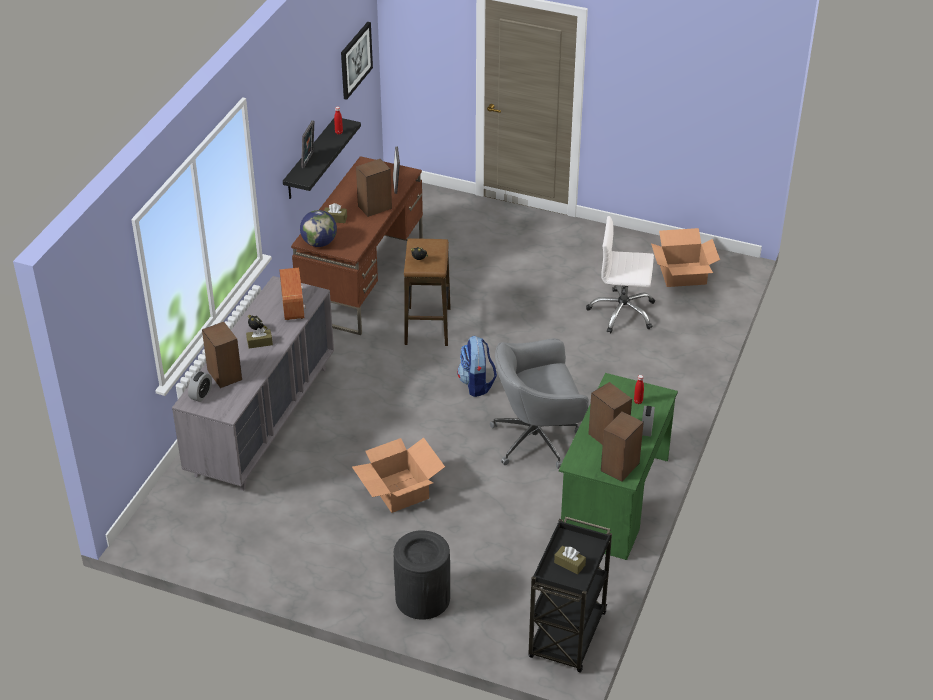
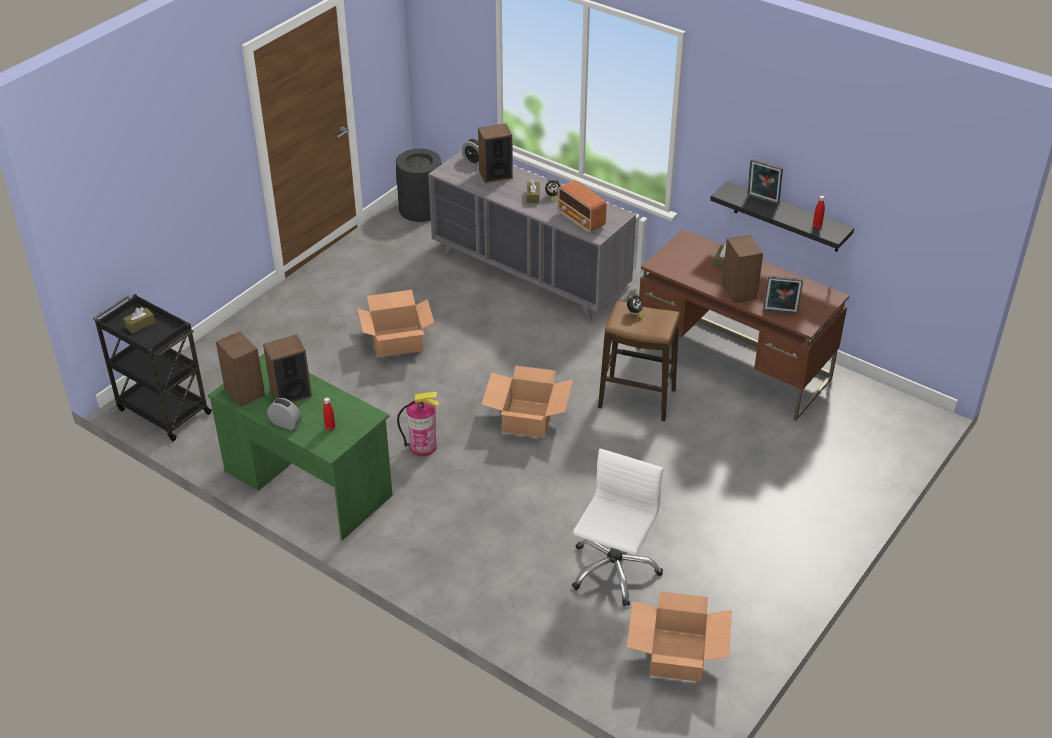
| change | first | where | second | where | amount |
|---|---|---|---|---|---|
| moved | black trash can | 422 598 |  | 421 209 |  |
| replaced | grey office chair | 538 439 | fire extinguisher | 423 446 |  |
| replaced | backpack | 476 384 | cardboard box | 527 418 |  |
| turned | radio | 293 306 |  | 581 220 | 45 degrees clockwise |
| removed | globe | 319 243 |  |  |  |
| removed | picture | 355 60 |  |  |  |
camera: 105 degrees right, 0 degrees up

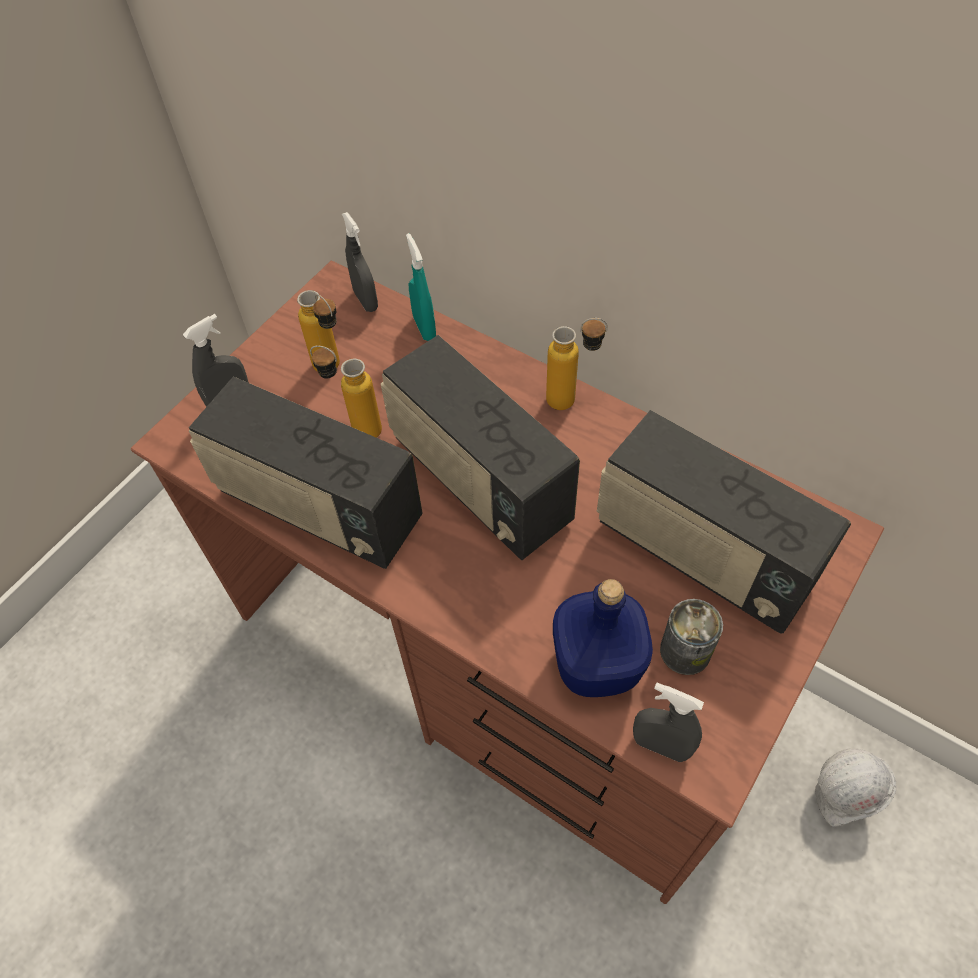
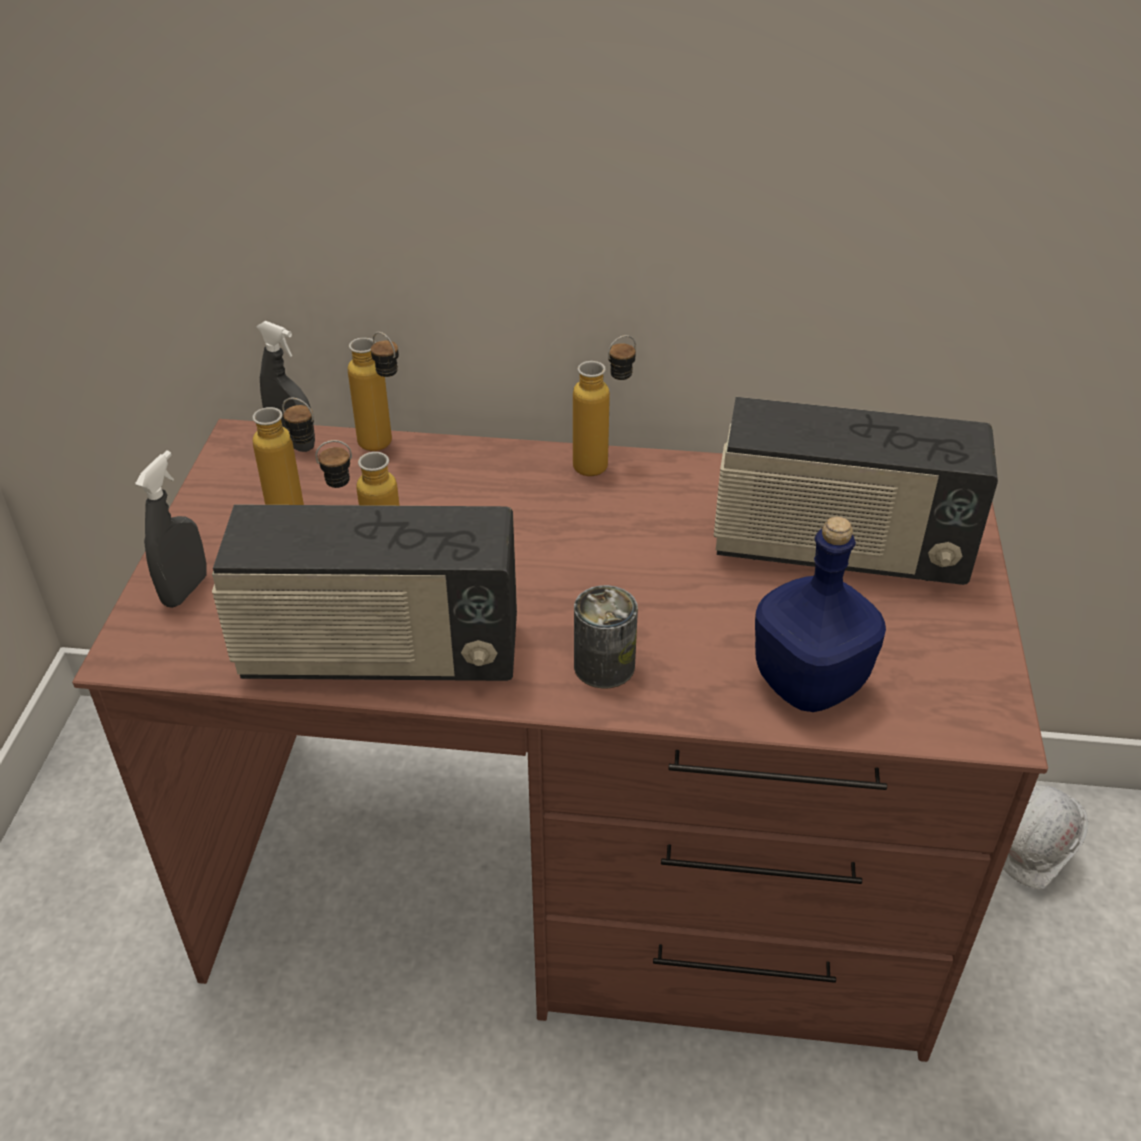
| change | first | where | second | where | amount |
|---|---|---|---|---|---|
| replaced | turquoise spray bottle | 424 328 | bottle | 384 448 |  |
| moved | can | 685 651 |  | 604 666 |  |
| removed | radio | 479 482 |  |  |  |
| removed | grey spray bottle | 660 746 |  |  |  |
camera: 30 degrees left, 15 degrees down

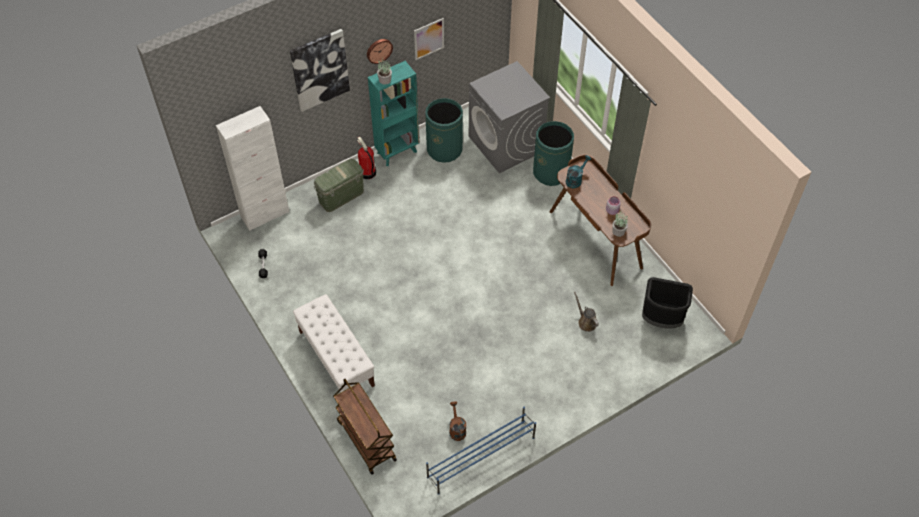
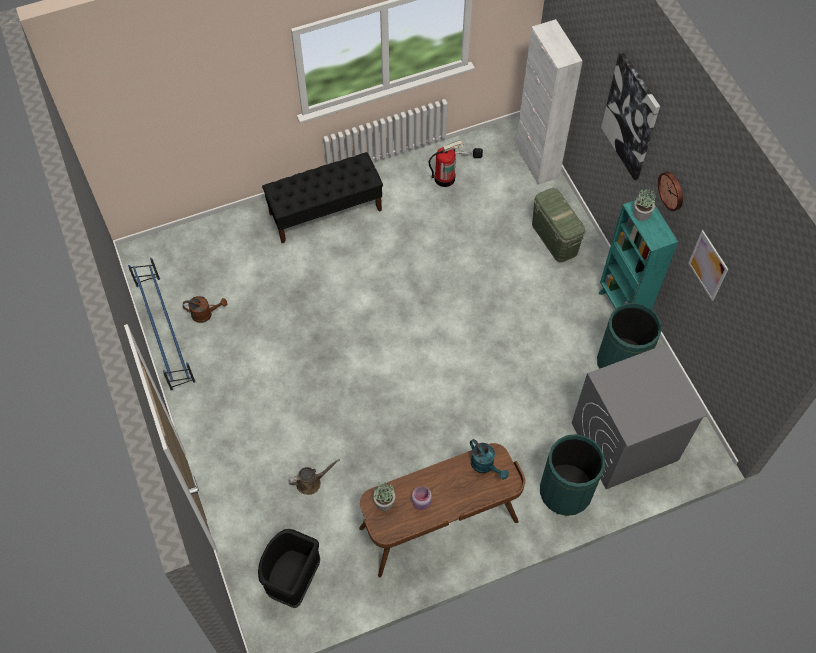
| change | first | where | second | where | amount |
|---|---|---|---|---|---|
| recoloured | white bench | 336 358 | black bench | 325 211 |  |
| moved | fire extinguisher | 367 172 |  | 444 178 |  |
| removed | brown cart | 366 440 |  |  |  |
camera: 100 degrees right, 5 degrees up

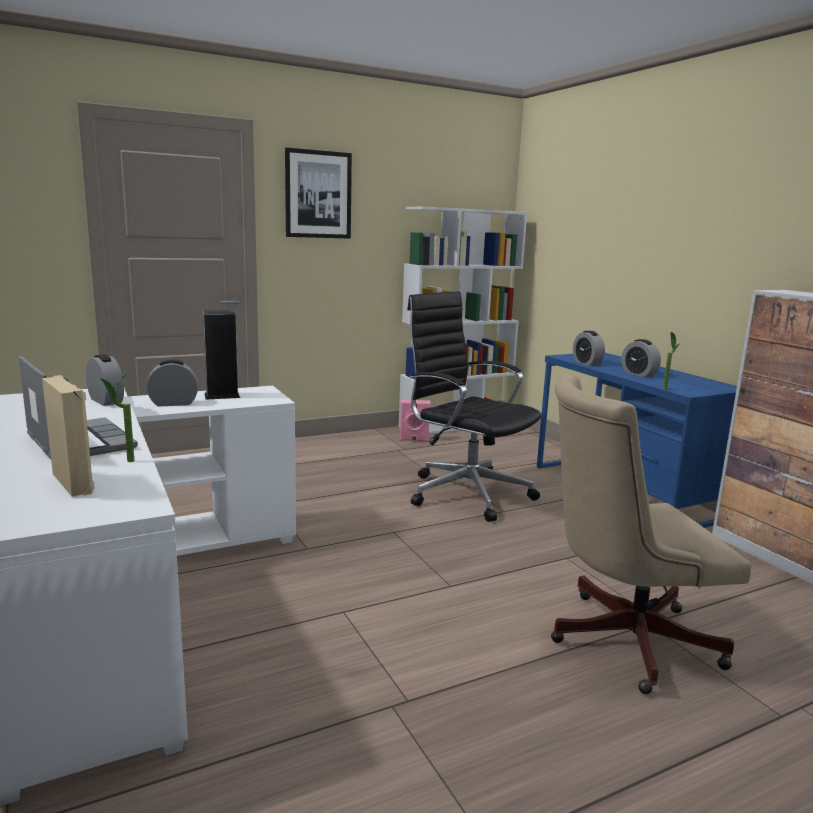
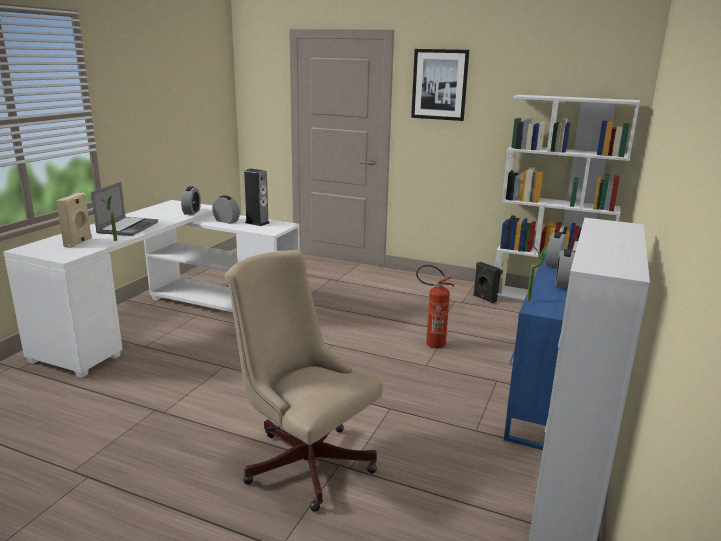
| change | first | where | second | where | amount |
|---|---|---|---|---|---|
| replaced | black office chair | 466 492 | fire extinguisher | 430 344 |  |
| recoloured | pink speaker | 414 440 | black speaker | 484 299 |  |
camera: 50 degrees right, 5 degrees up

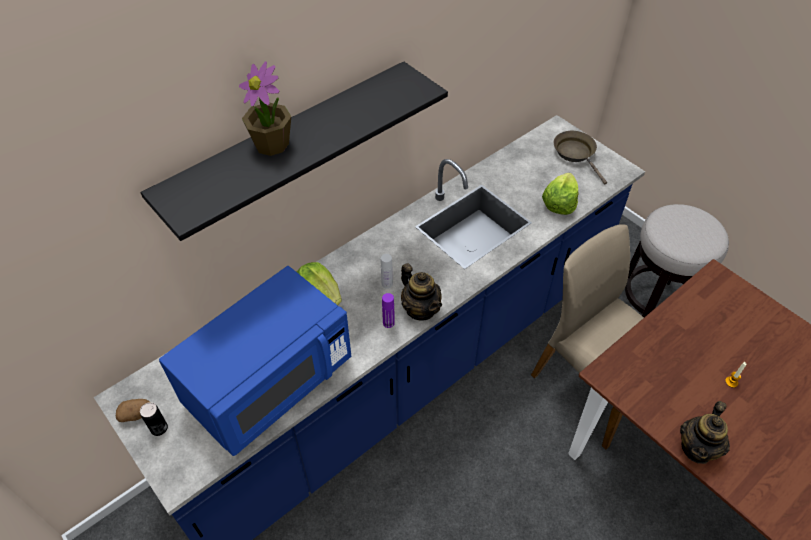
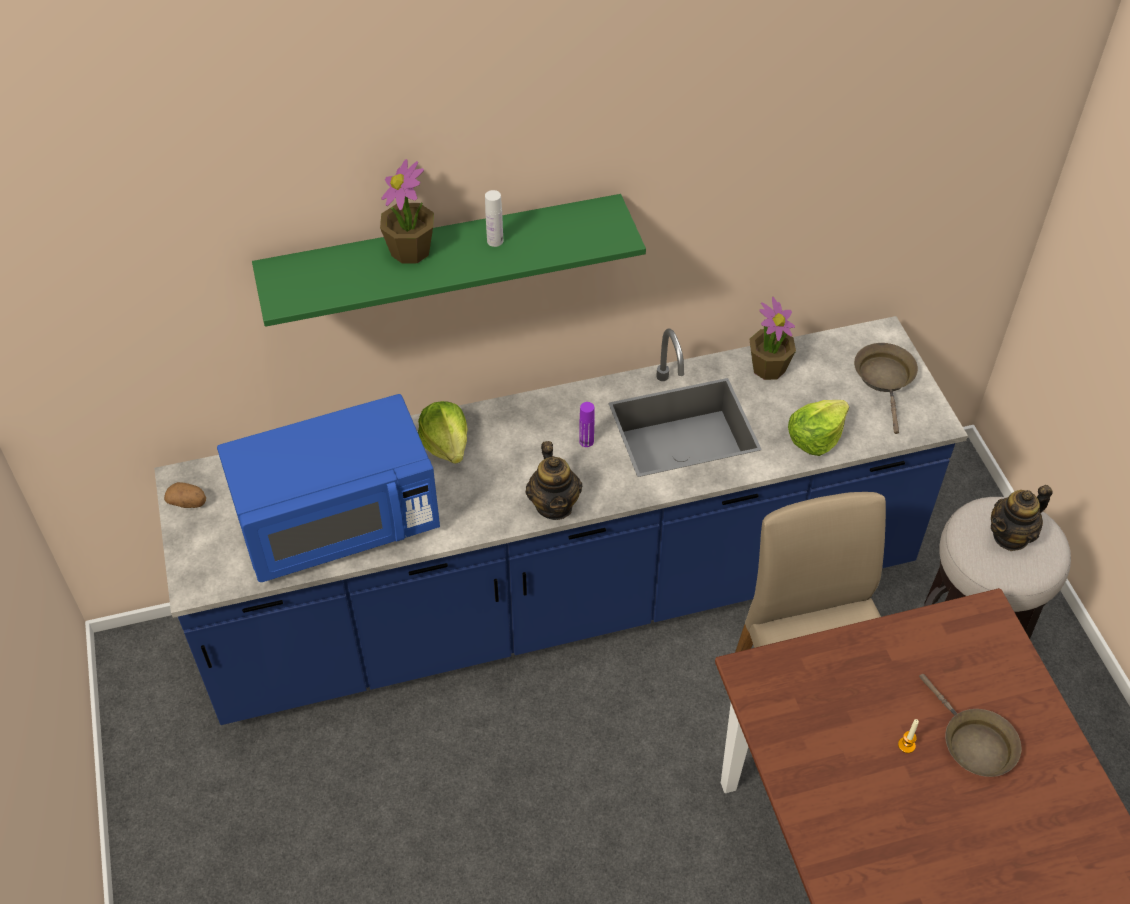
| change | first | where | second | where | amount |
|---|---|---|---|---|---|
| recoloured | black shelf | 288 145 | green shelf | 443 255 |  |
| moved | white bottle | 387 284 |  | 495 241 |  |
| moved | purple bottle | 388 323 |  | 586 441 |  |
| added |  |  | potted plant | 768 367 |  |
| added |  |  | brown frying pan | 973 743 |  |
| moved | teapot | 697 448 |  | 1011 536 |  |
| removed | can | 159 428 |  |  |  |
camera: 25 degrees right, 0 degrees up

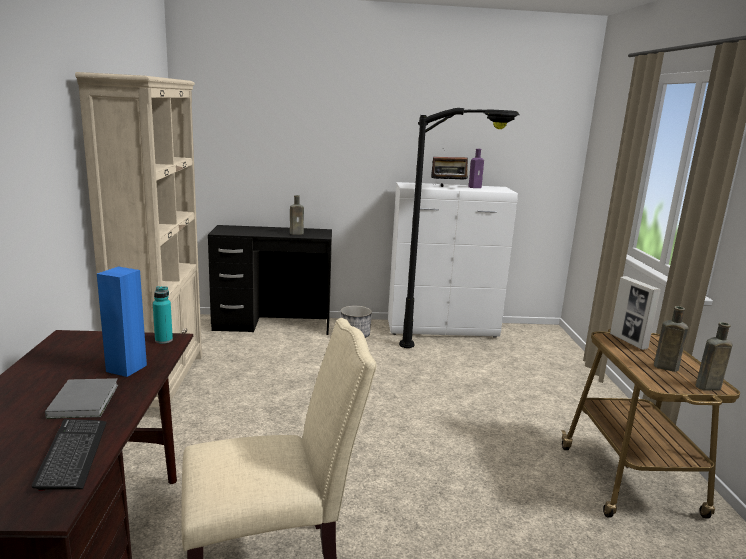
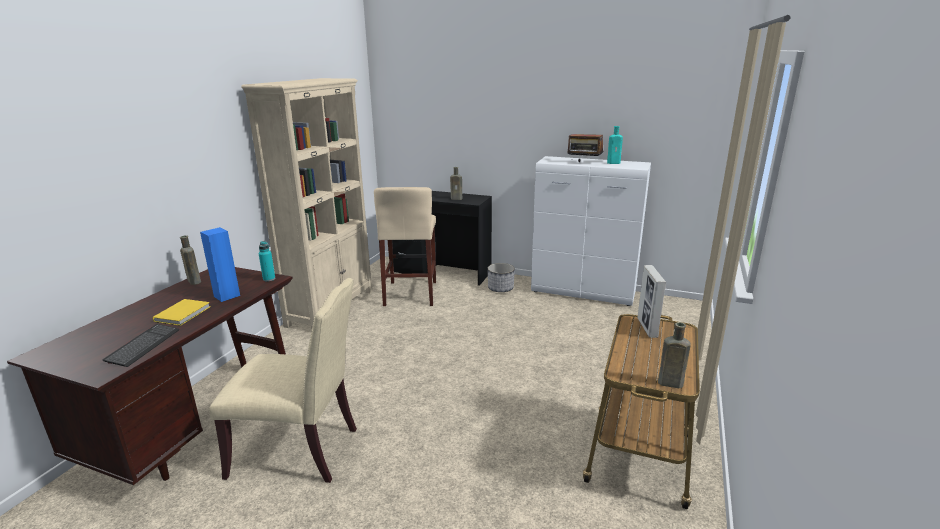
| change | first | where | second | where | amount |
|---|---|---|---|---|---|
| recoloured | grey book | 85 400 | yellow book | 184 313 |  |
| moved | brown bottle | 664 367 |  | 194 281 |  |
| added |  |  | beige stool | 411 293 |  |
| recoloured | purple bottle | 475 187 | turquoise bottle | 614 163 |  |
| removed | black floor lamp | 455 351 |  |  |  |
camera: 25 degrees right, 5 degrees up

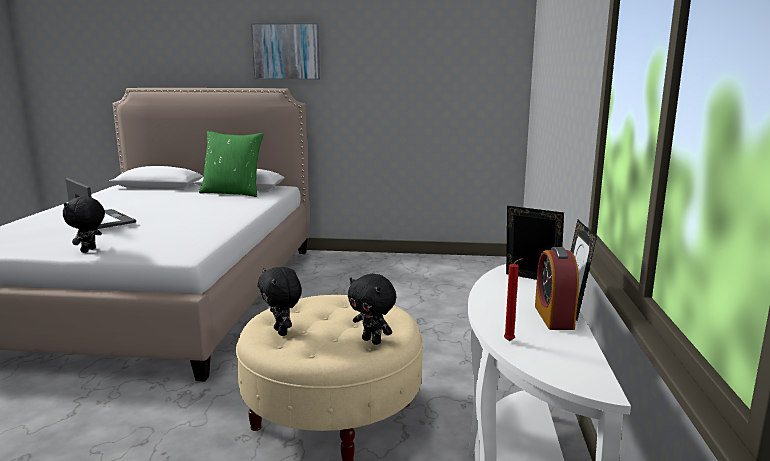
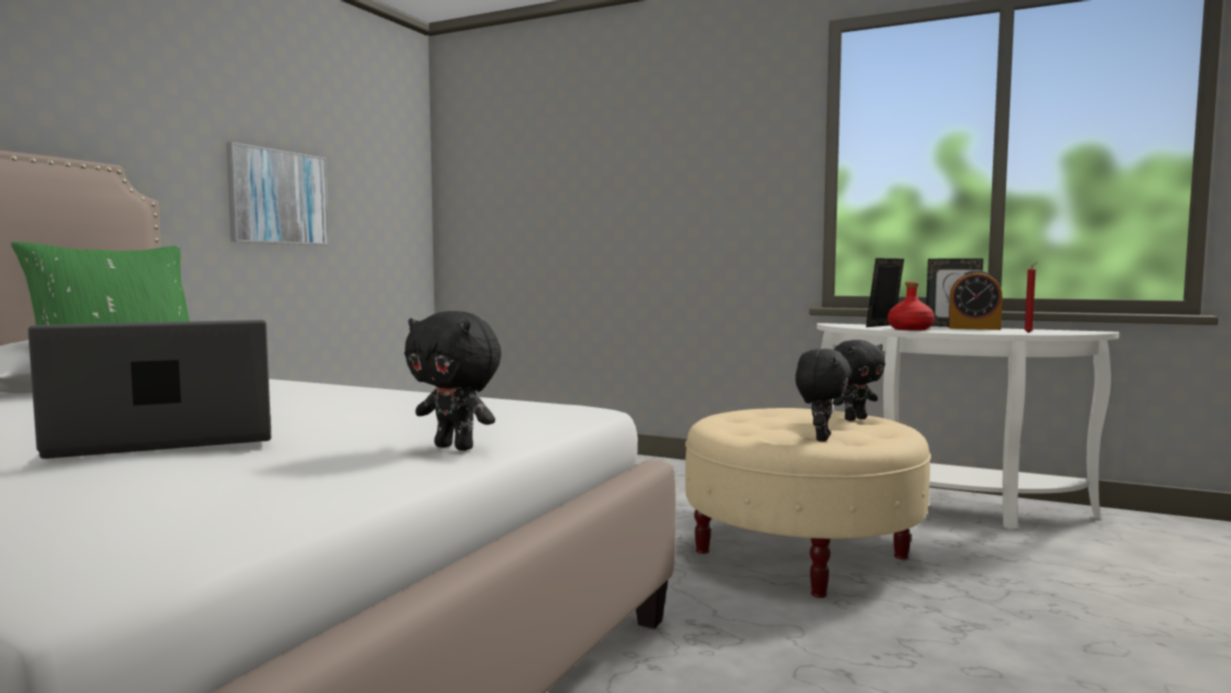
| change | first | where | second | where | amount |
|---|---|---|---|---|---|
| moved | picture | 286 51 |  | 278 197 |  |
| turned | black plush toy | 282 332 |  | 820 438 | 60 degrees counterclockwise |
| added |  |  | red bottle | 910 329 |  |
camera: 70 degrees left, 10 degrees down

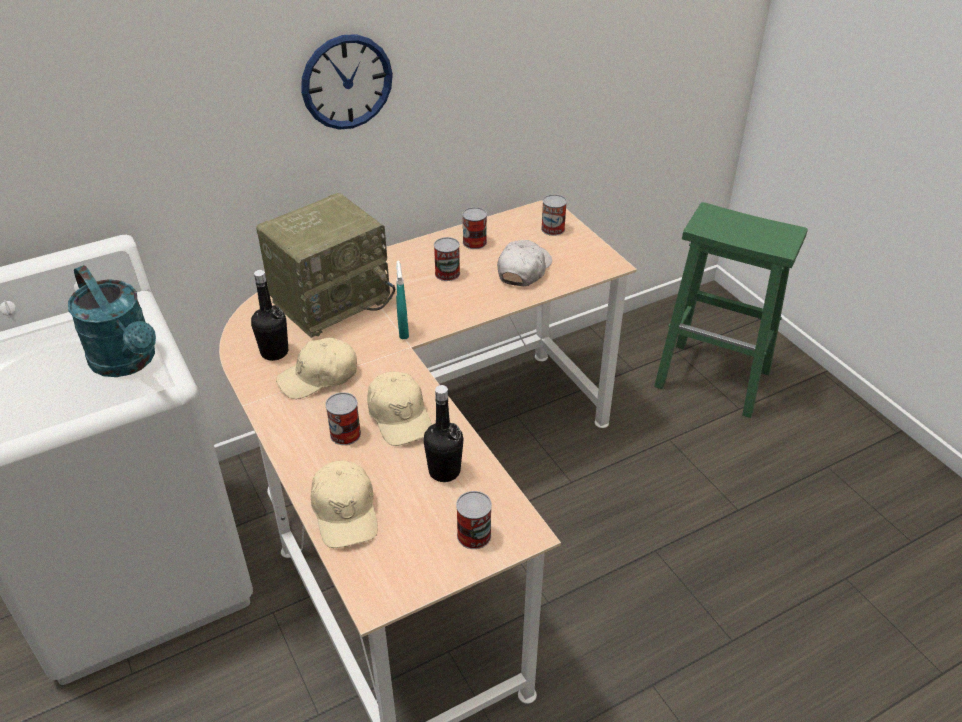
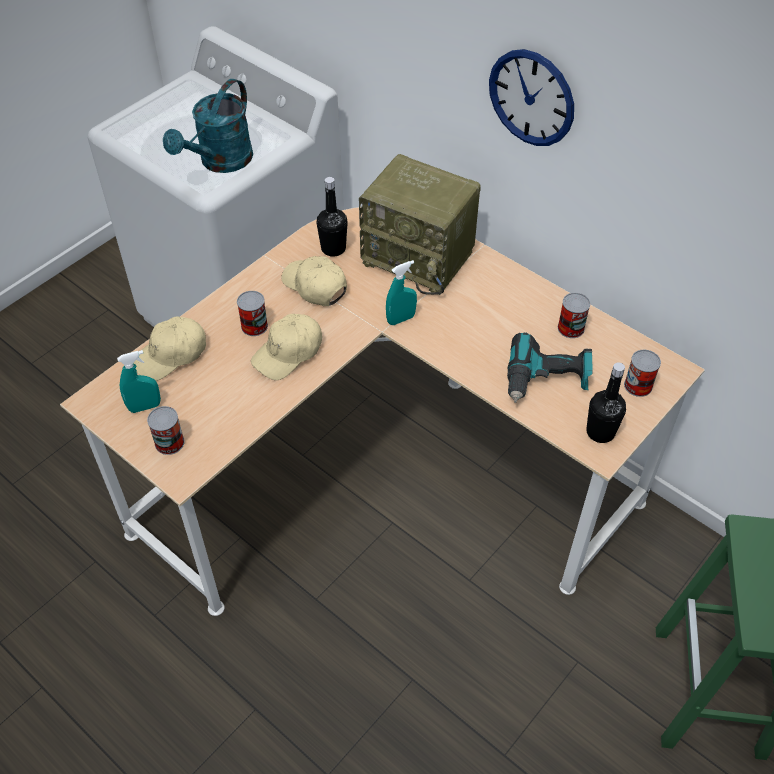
| change | first | where | second | where | amount |
|---|---|---|---|---|---|
| added |  |  | turquoise spray bottle | 145 407 |  |
| replaced | white cap | 524 270 | power drill | 546 380 |  |
| moved | black bottle | 444 471 |  | 600 432 |  |
| removed | can | 447 273 |  |  |  |
camera: 70 degrees right, 10 degrees up

